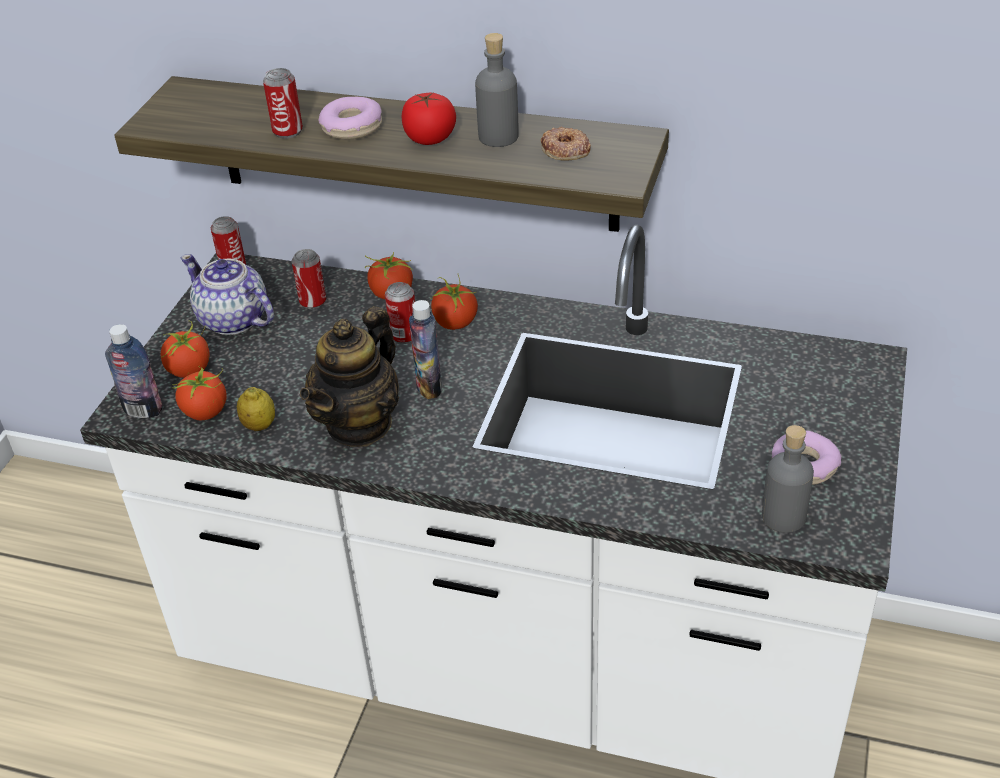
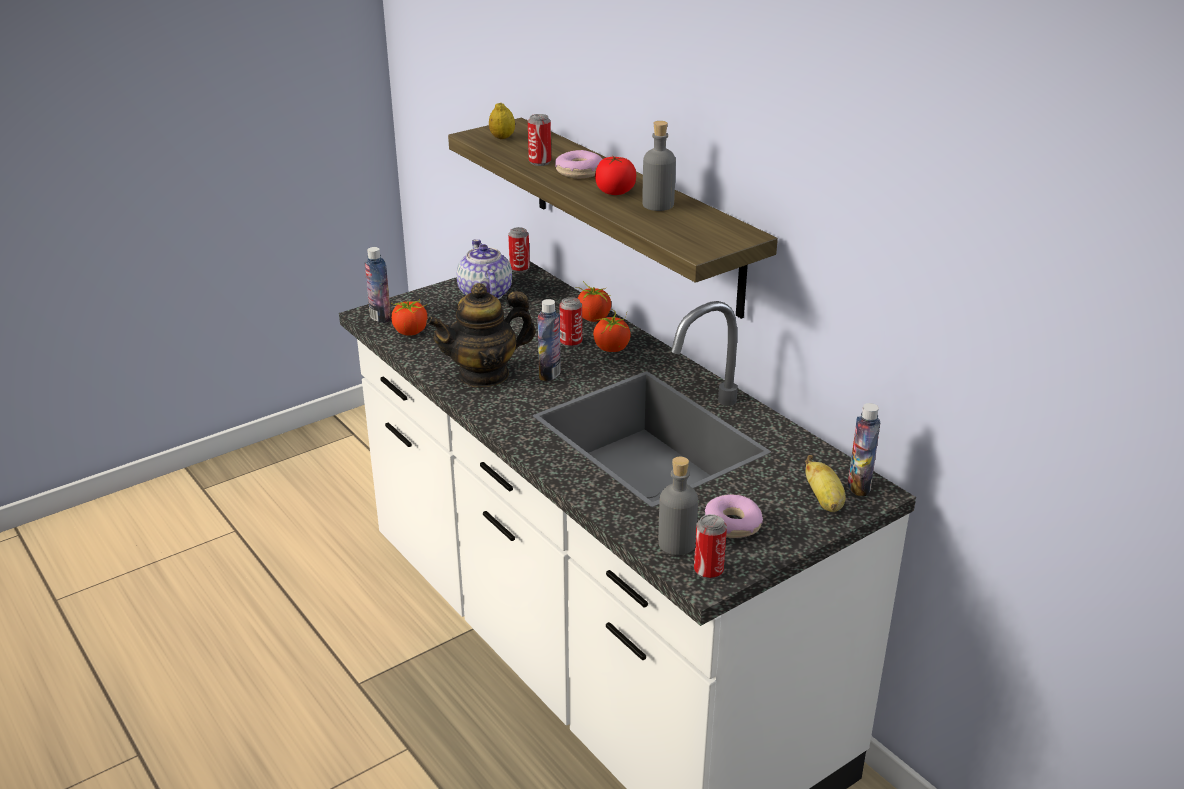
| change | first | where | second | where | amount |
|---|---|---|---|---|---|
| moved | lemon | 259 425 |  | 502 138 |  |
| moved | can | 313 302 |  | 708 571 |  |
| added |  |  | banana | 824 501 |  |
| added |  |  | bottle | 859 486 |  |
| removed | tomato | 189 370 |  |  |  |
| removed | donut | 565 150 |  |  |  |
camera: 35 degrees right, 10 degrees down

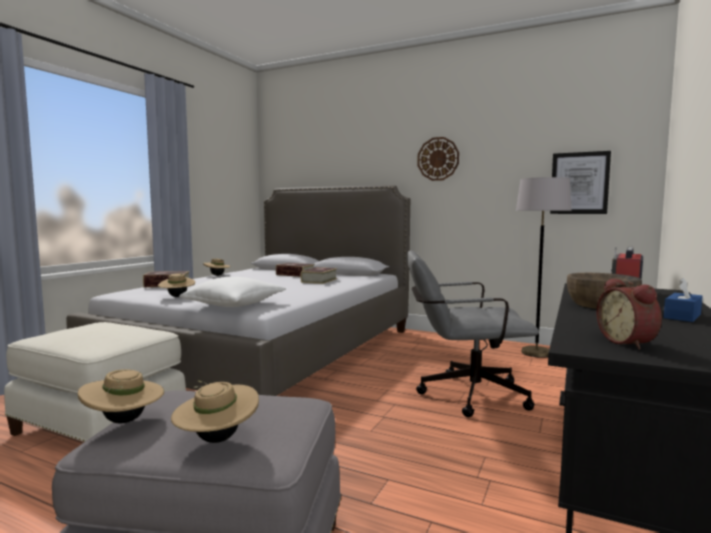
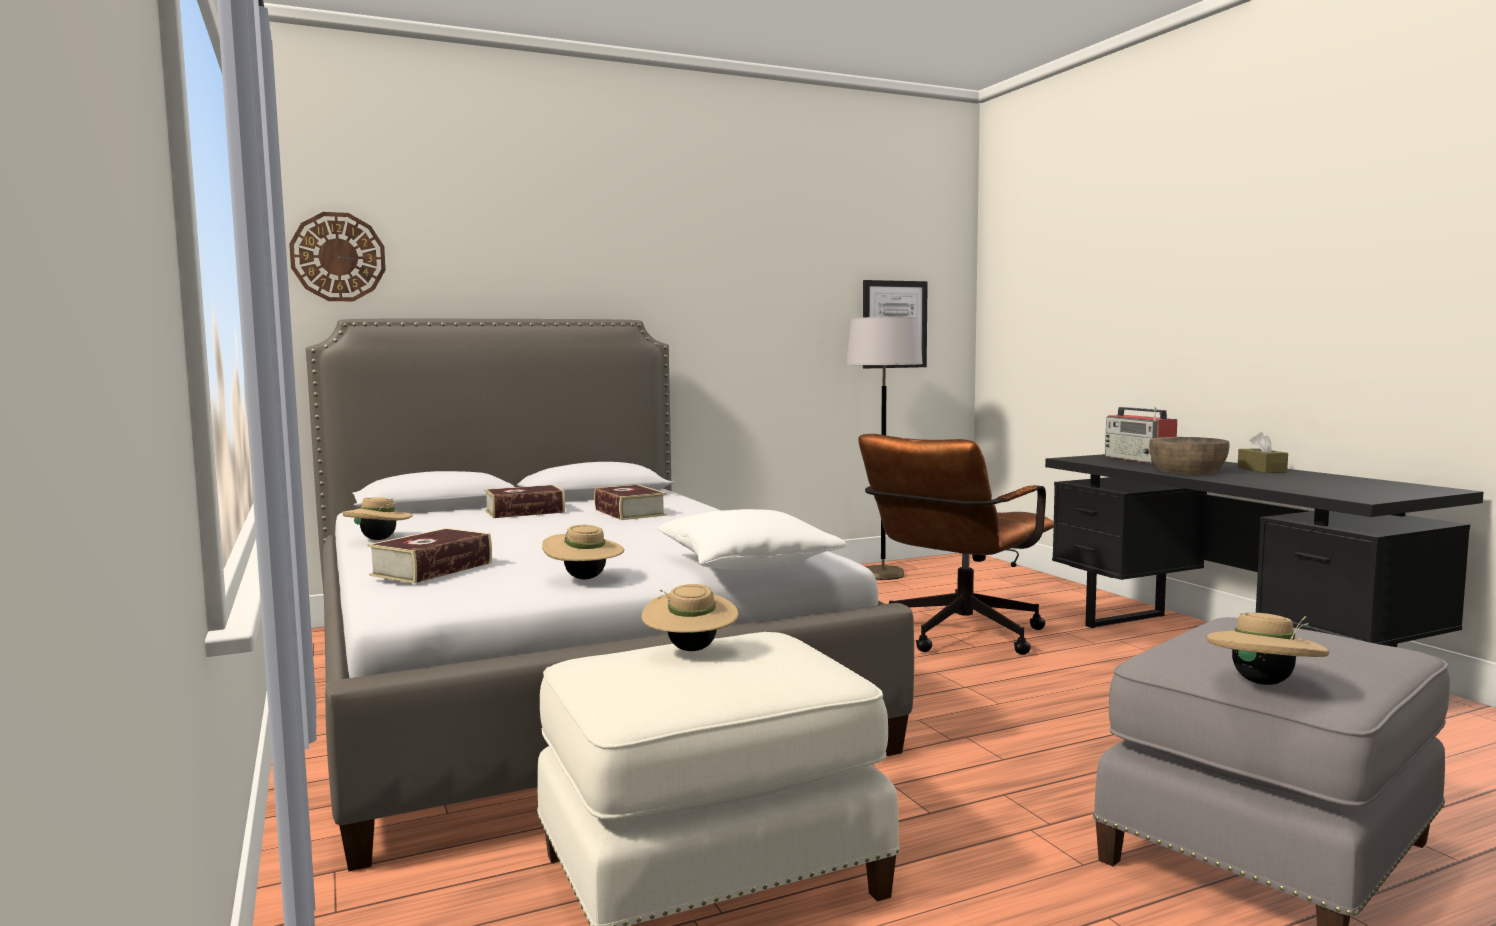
| change | first | where | second | where | amount |
|---|---|---|---|---|---|
| moved | wall clock | 438 159 |  | 338 257 |  |
| moved | beige hat | 216 439 |  | 690 649 |  |
| recoloured | grey office chair | 463 394 | brown office chair | 956 637 |  |
| recoloured | blue tissue box | 682 316 | brown tissue box | 1261 470 |  |
| removed | alarm clock | 628 342 |  |  |  |
camera: 50 degrees left, 0 degrees up

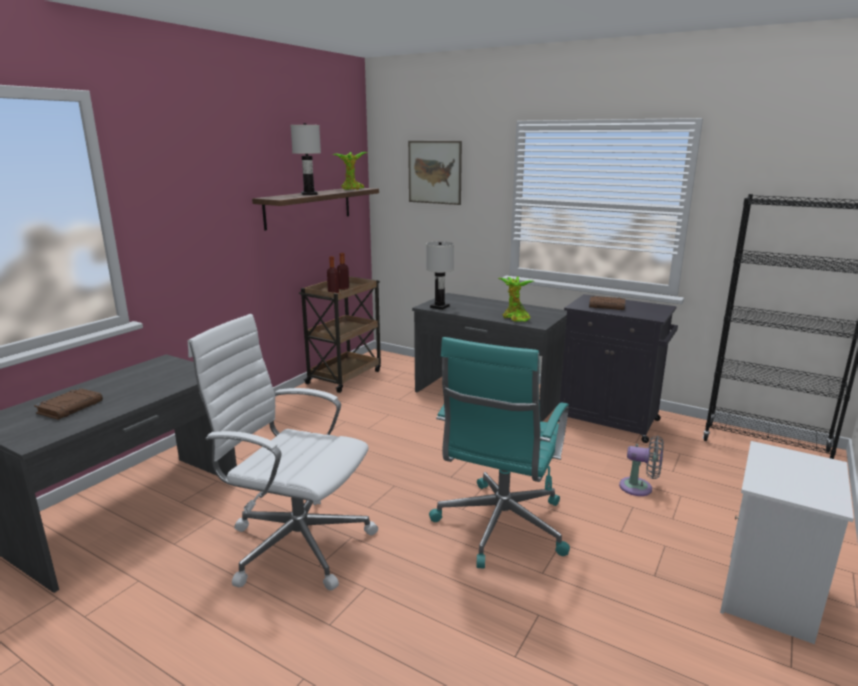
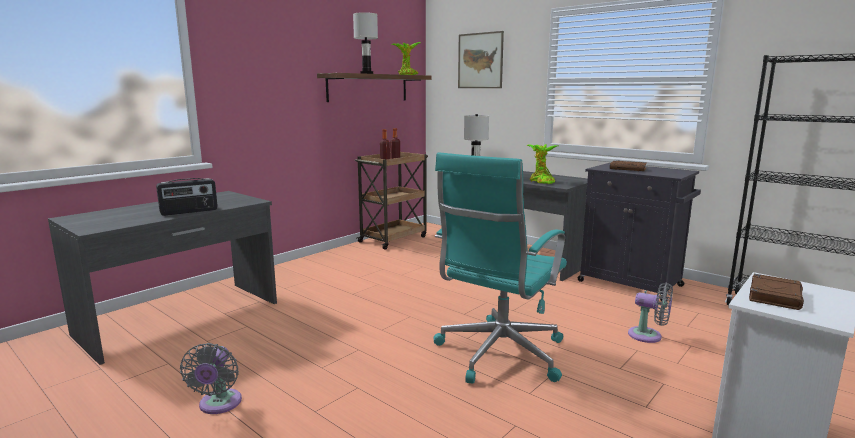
| change | first | where | second | where | amount |
|---|---|---|---|---|---|
| added |  |  | radio | 189 212 |  |
| added |  |  | grey fan | 218 405 |  |
| moved | brown book | 70 407 |  | 774 296 |  |
| removed | white office chair | 296 543 |  |  |  |
camera: 10 degrees right, 5 degrees down

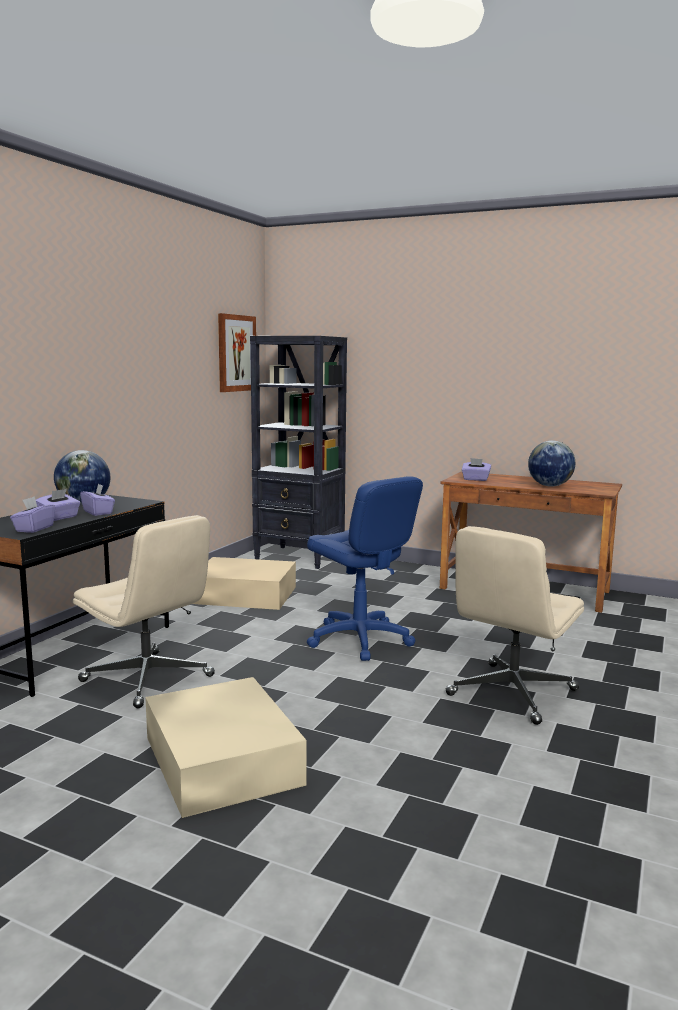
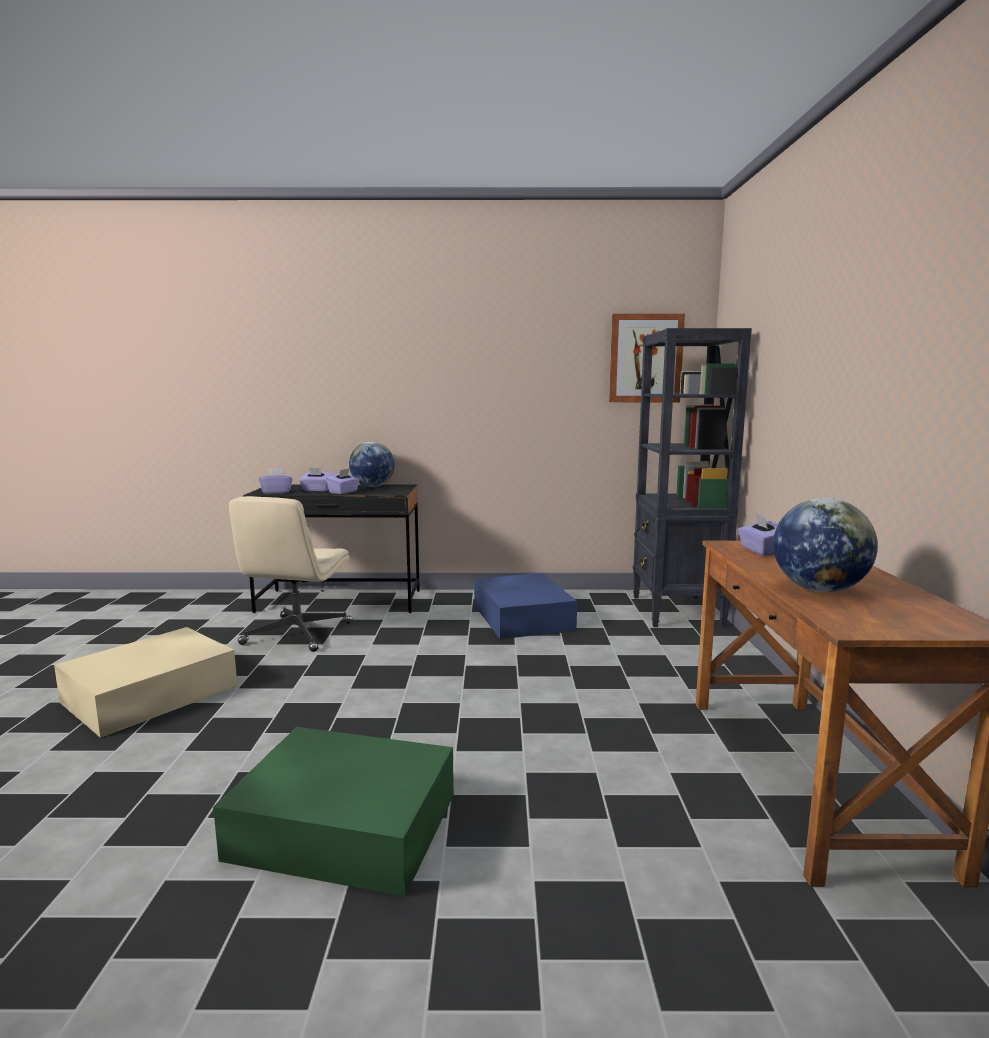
| change | first | where | second | where | amount |
|---|---|---|---|---|---|
| replaced | beige office chair | 512 693 | green storage box | 342 824 |  |
| recoloured | beige storage box | 243 594 | blue storage box | 522 616 |  |
| removed | blue office chair | 359 640 |  |  |  |
camera: 65 degrees right, 0 degrees up

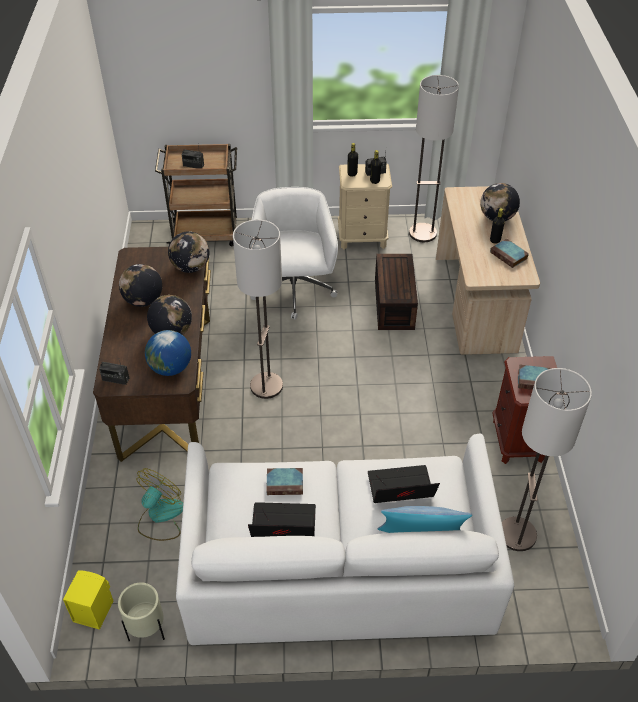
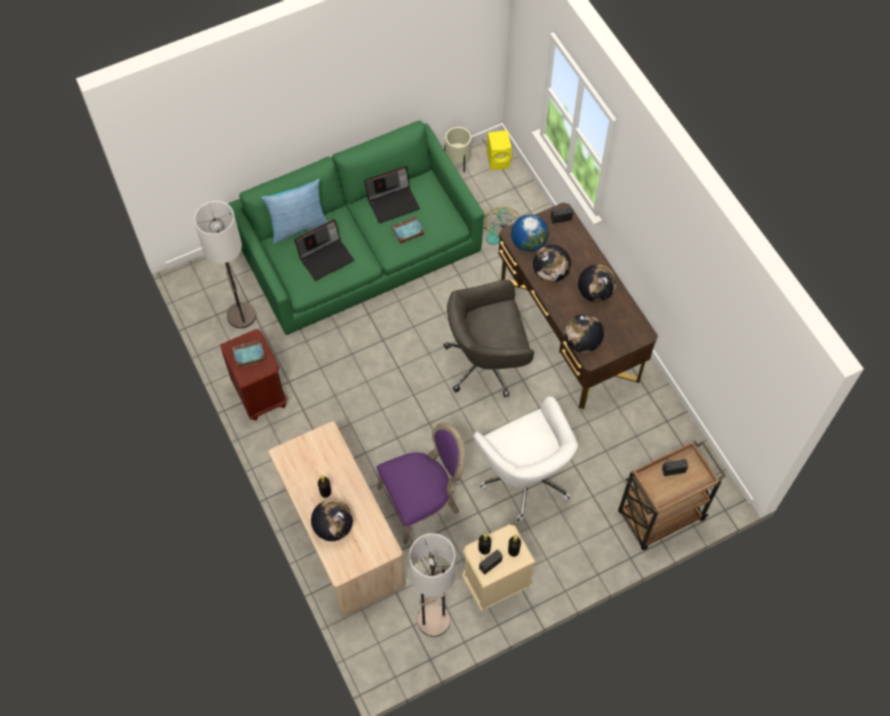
| change | first | where | second | where | amount |
|---|---|---|---|---|---|
| recoloured | white sofa | 338 562 | green sofa | 360 247 |  |
| replaced | brown storage box | 393 303 | purple chair | 422 501 |  |
| replaced | floor lamp | 266 386 | grey office chair | 487 362 |  |
| removed | book | 509 255 |  |  |  |
camera: 155 degrees right, 15 degrees up

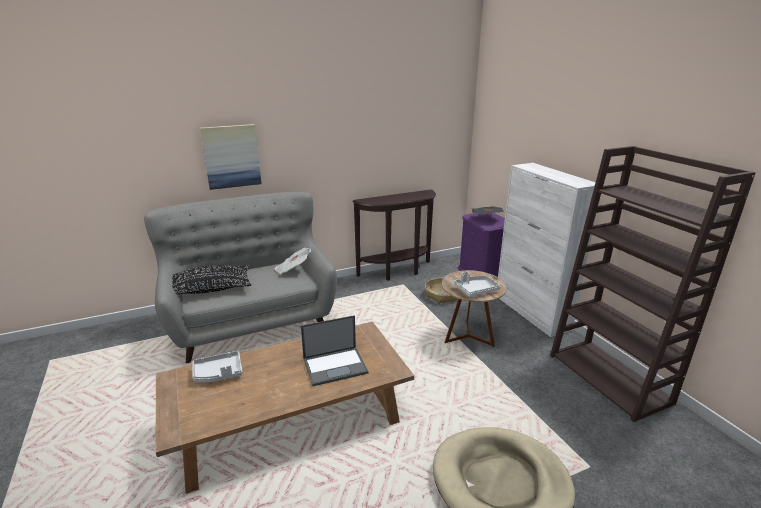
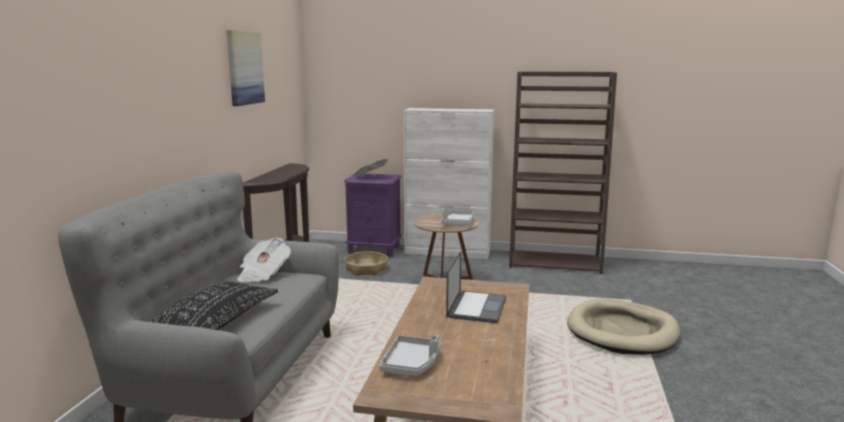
| change | first | where | second | where | amount |
|---|---|---|---|---|---|
| moved | picture | 231 156 |  | 244 68 |  |
camera: 55 degrees left, 10 degrees down

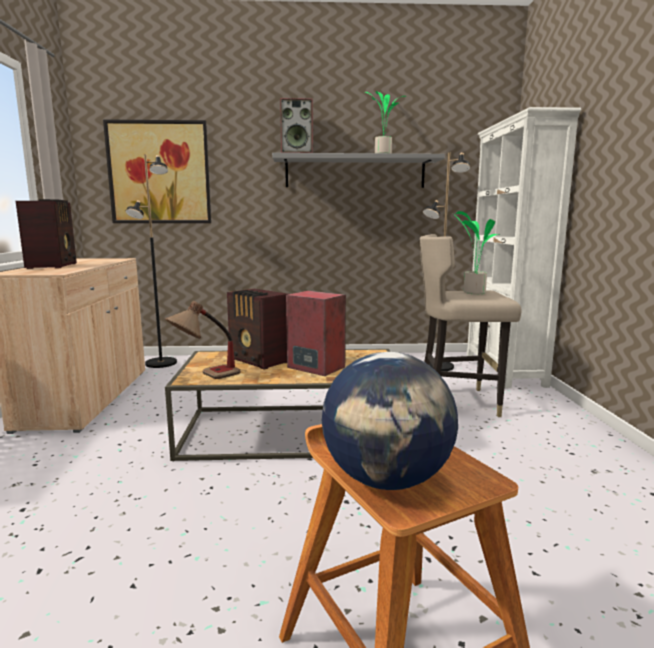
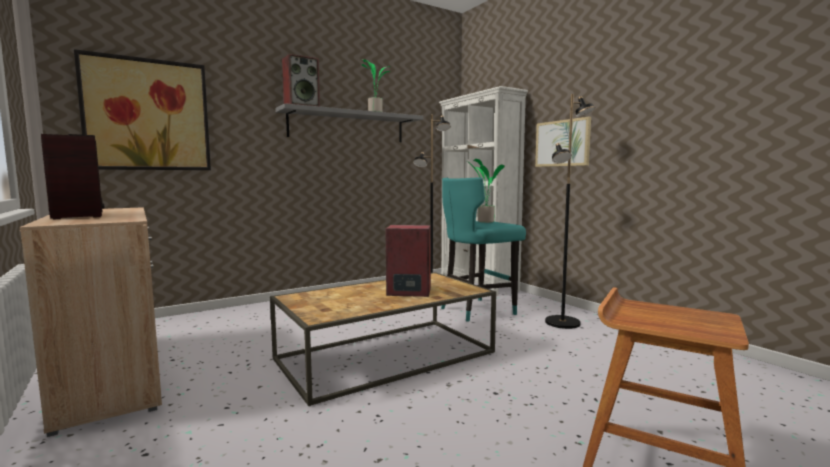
| change | first | where | second | where | amount |
|---|---|---|---|---|---|
| recoloured | beige stool | 458 402 | turquoise stool | 477 310 |  |
| added |  |  | picture | 562 143 |  |
| moved | black floor lamp | 161 363 |  | 563 323 |  |
| removed | table lamp | 205 377 |  |  |  |
| removed | radio | 259 361 |  |  |  |
| removed | globe | 386 480 |  |  |  |
camera: 30 degrees left, 5 degrees down

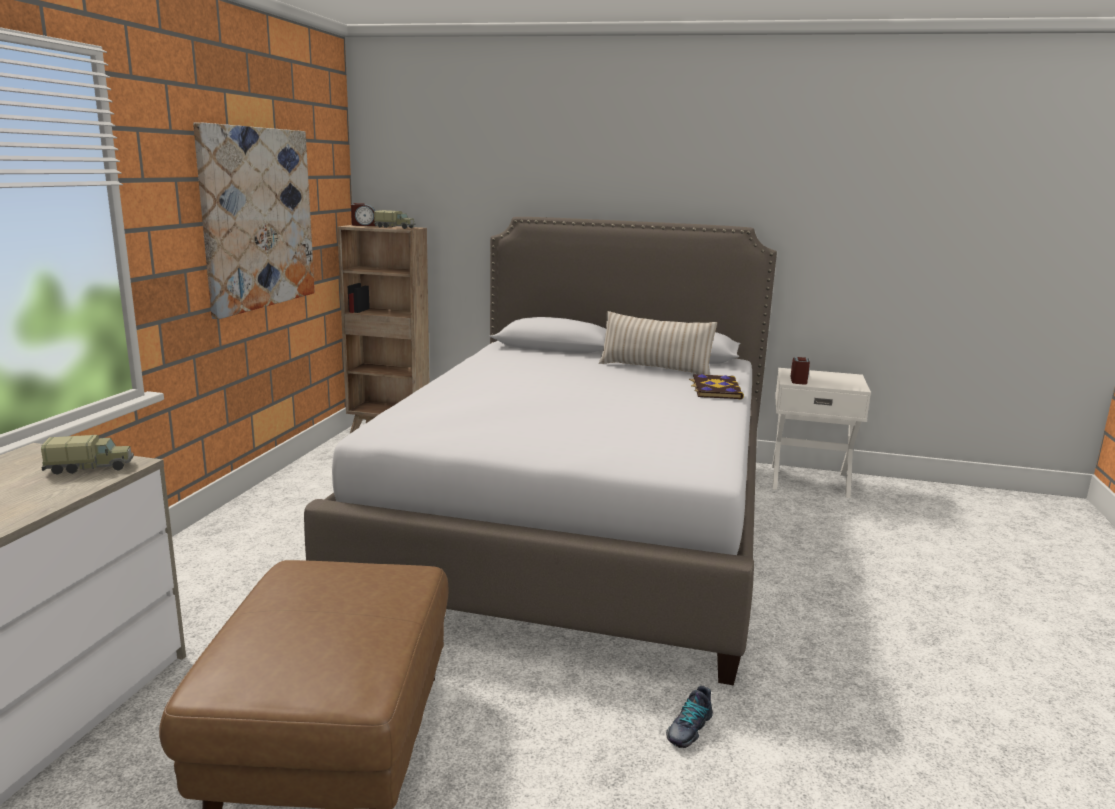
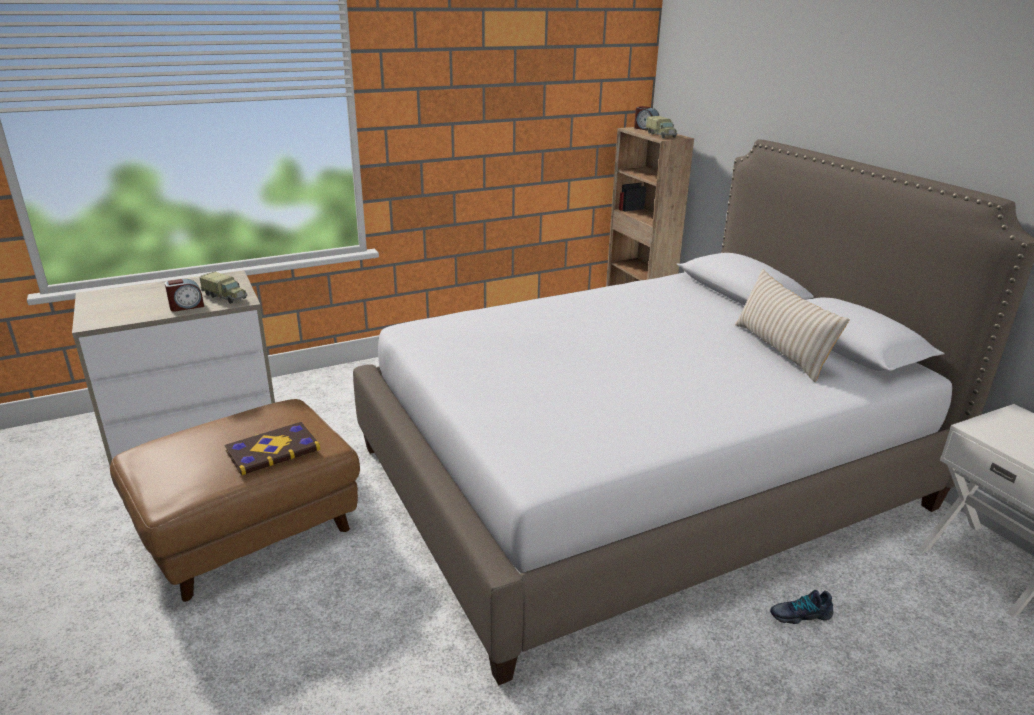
| change | first | where | second | where | amount |
|---|---|---|---|---|---|
| moved | alarm clock | 799 381 |  | 186 306 |  |
| moved | book | 715 389 |  | 273 450 |  |
| moved | shoe | 688 728 |  | 800 614 |  |
| removed | picture | 258 218 |  |  |  |
camera: 50 degrees right, 10 degrees up

